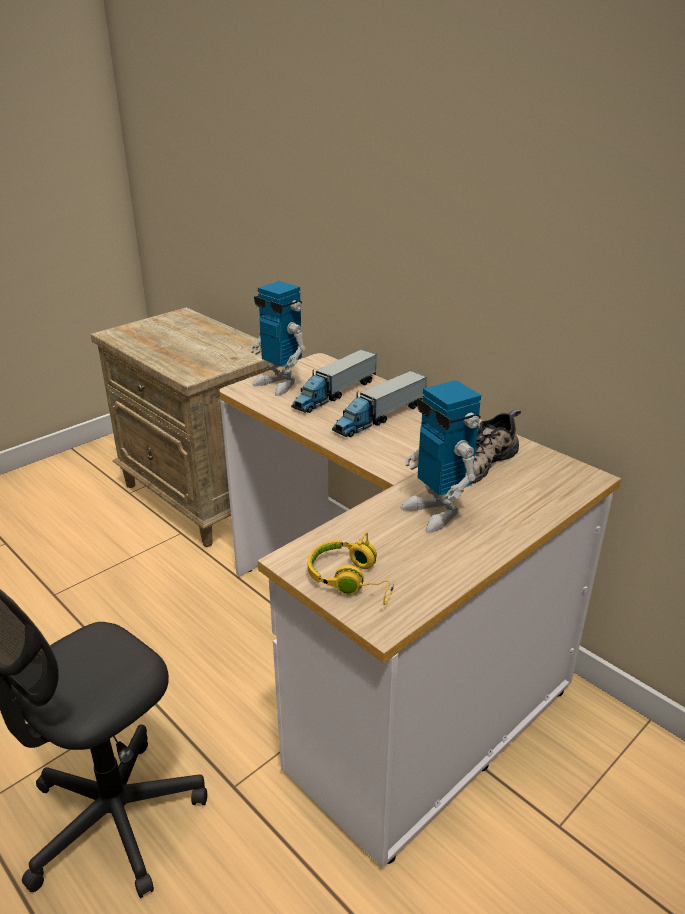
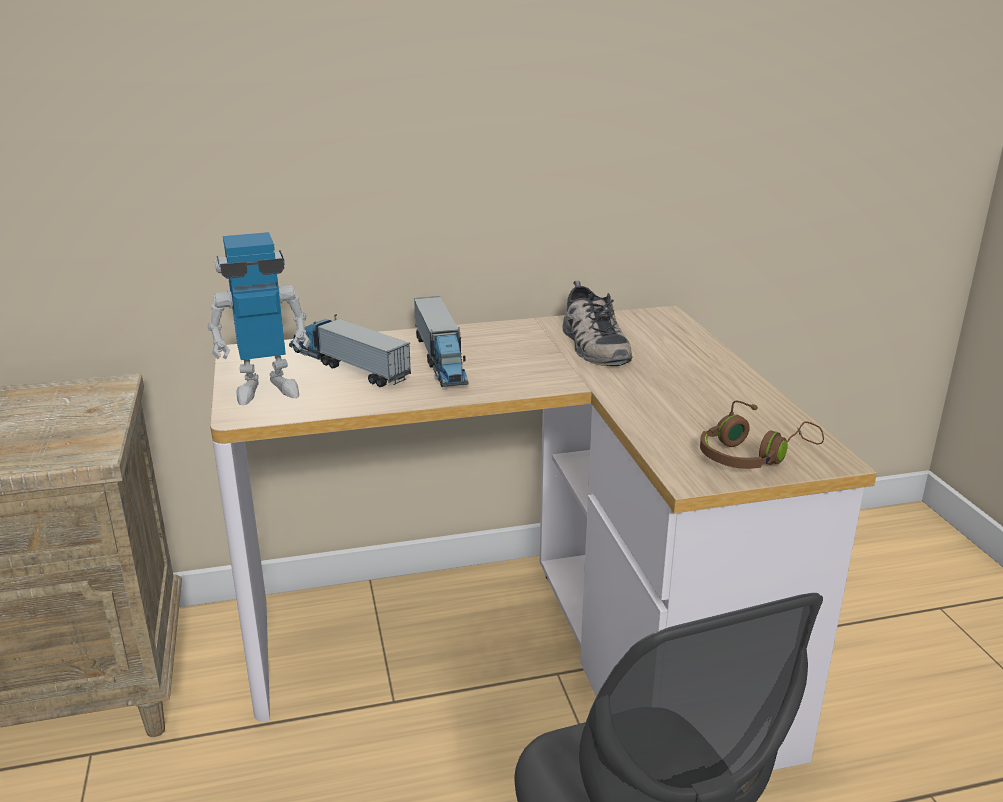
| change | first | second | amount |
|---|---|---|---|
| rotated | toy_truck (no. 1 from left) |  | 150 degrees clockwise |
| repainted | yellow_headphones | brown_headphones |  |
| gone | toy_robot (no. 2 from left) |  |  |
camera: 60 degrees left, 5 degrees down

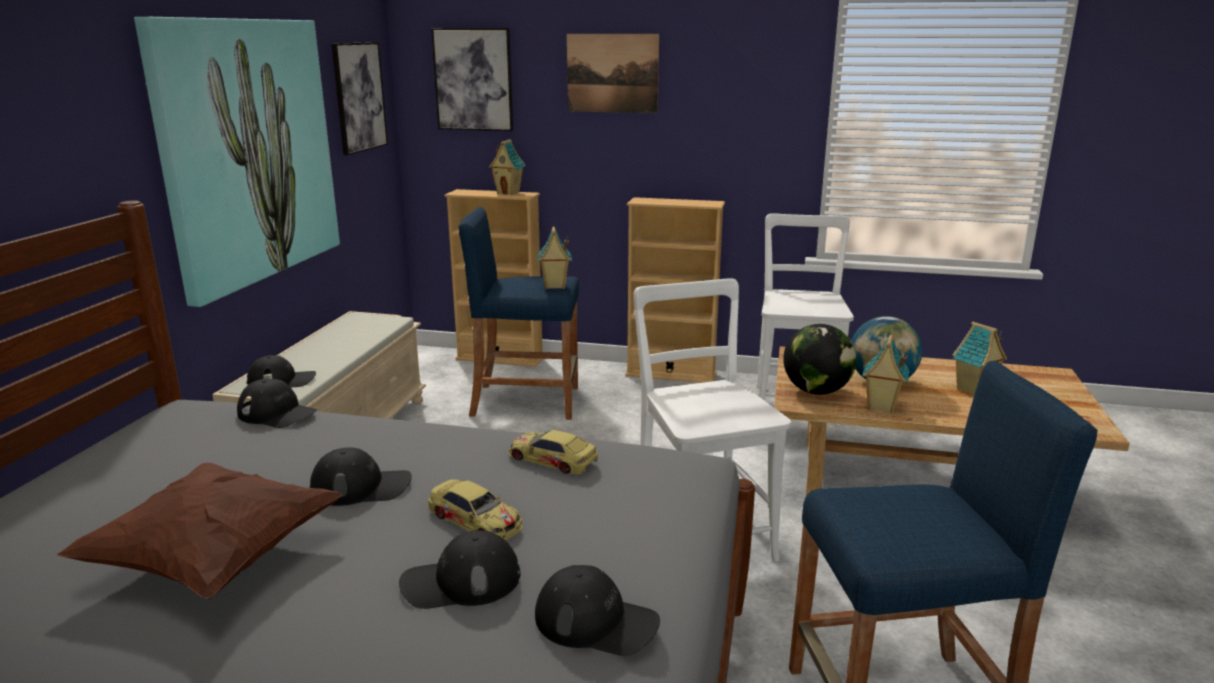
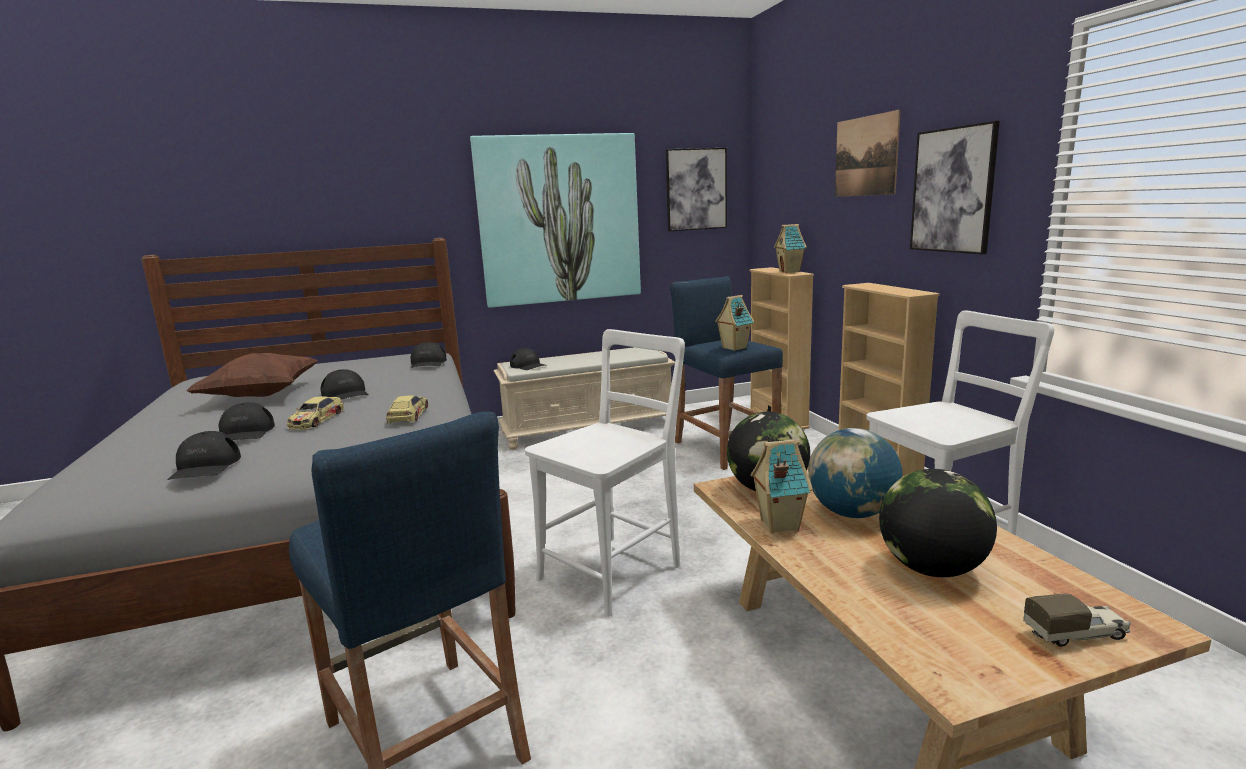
| change | first | second | amount |
|---|---|---|---|
| rotated | black_cap (no. 4 from left in the first image) | black_cap (no. 2 from left) | 150 degrees counterclockwise |
| shifted | picture (no. 3 from left in the first image) | picture (no. 4 from left) |  |
| swapped | toy_house (no. 4 from left) | globe (no. 3 from left) |  |
| new |  | toy_truck |  |
camera: 60 degrees right, 5 degrees down

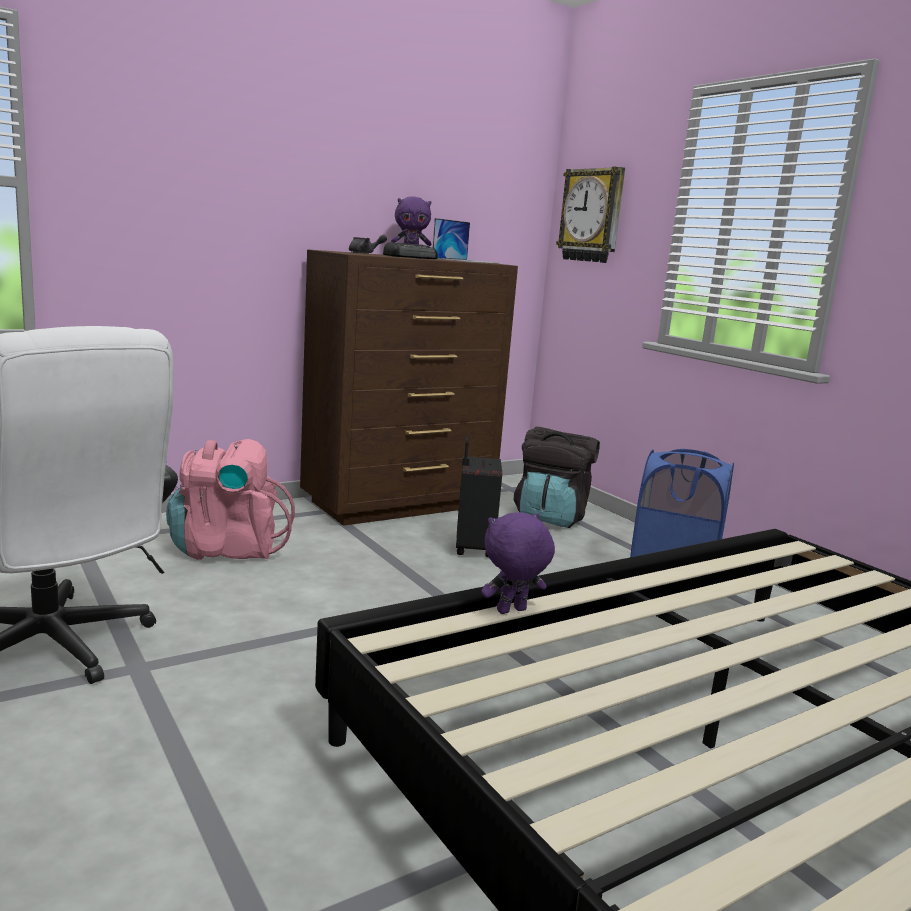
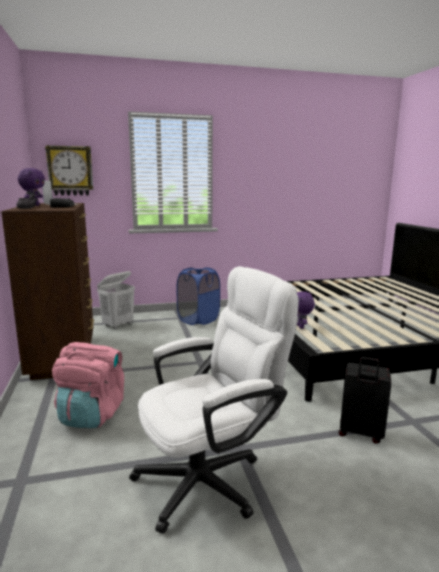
| change | first | second | amount |
|---|---|---|---|
| shifted | black_suitcase |  |  |
| swapped | black_backpack | white_laundry_basket |  |
camera: 70 degrees left, 0 degrees up

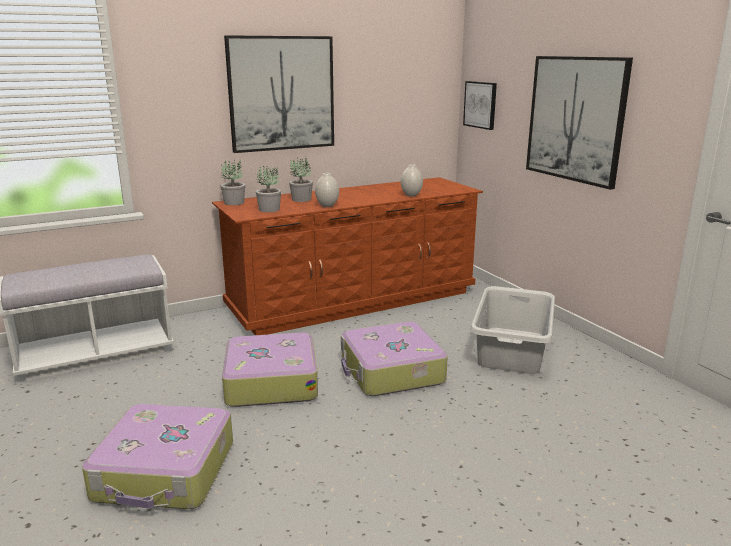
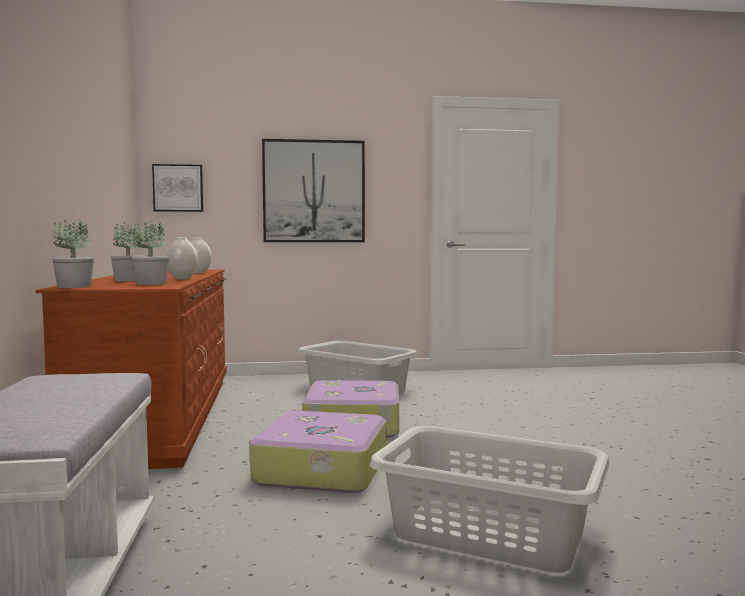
| change | first | second | amount |
|---|---|---|---|
| swapped | suitcase (no. 1 from left) | grey_laundry_basket (no. 2 from left) |  |
| gone | picture (no. 1 from left) |  |  |
camera: 70 degrees left, 15 degrees down

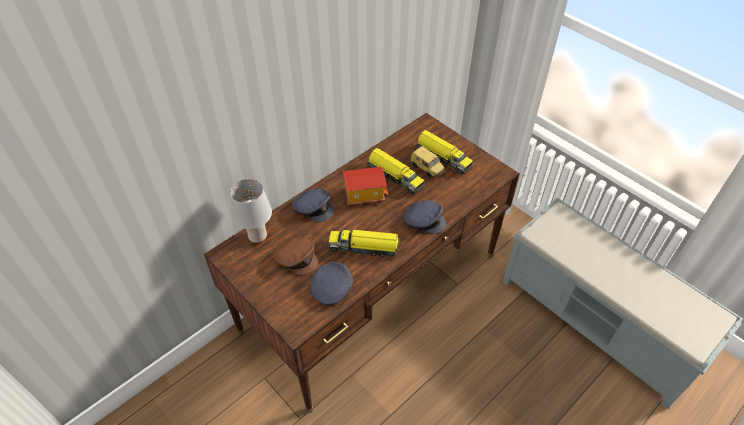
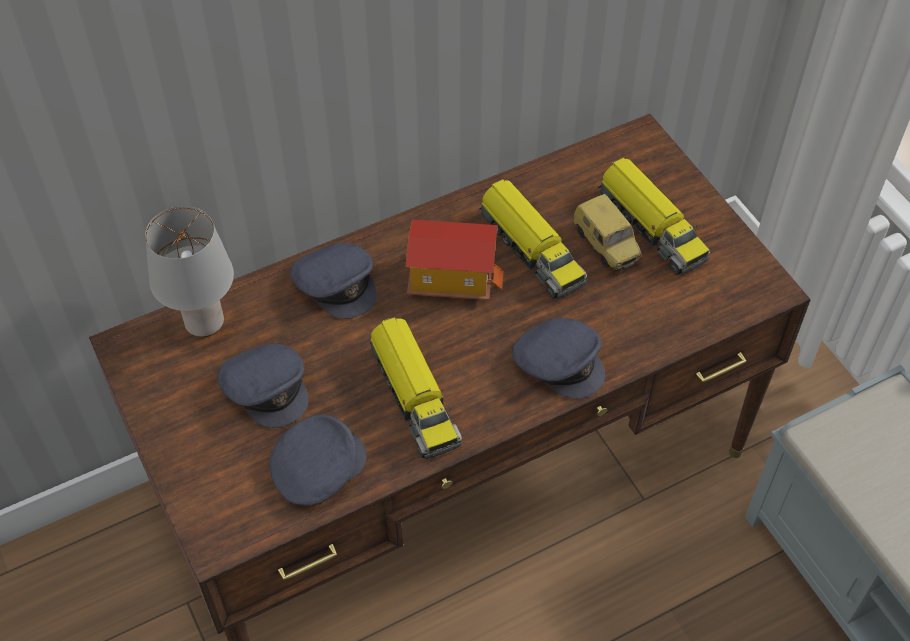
| change | first | second | amount |
|---|---|---|---|
| repainted | brown_cap | grey_cap (no. 1 from left) |  |
| rotated | toy_truck (no. 1 from left) |  | 135 degrees counterclockwise |
camera: 15 degrees right, 5 degrees up

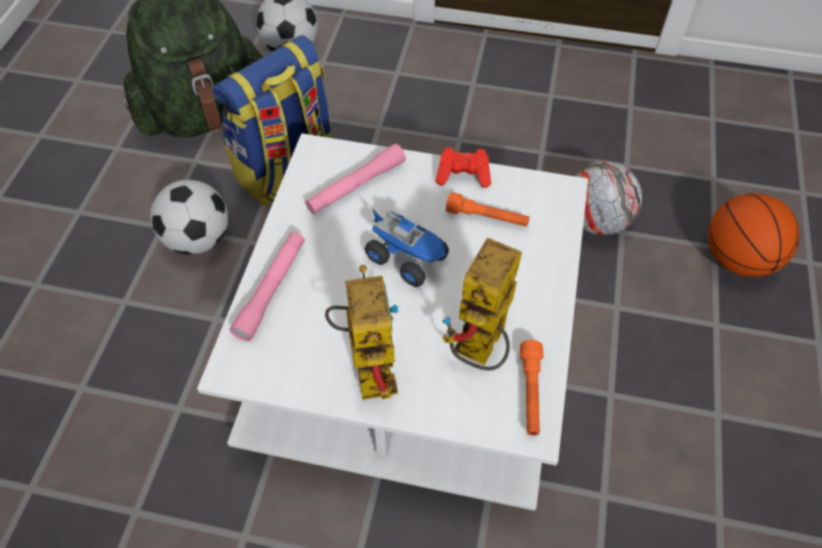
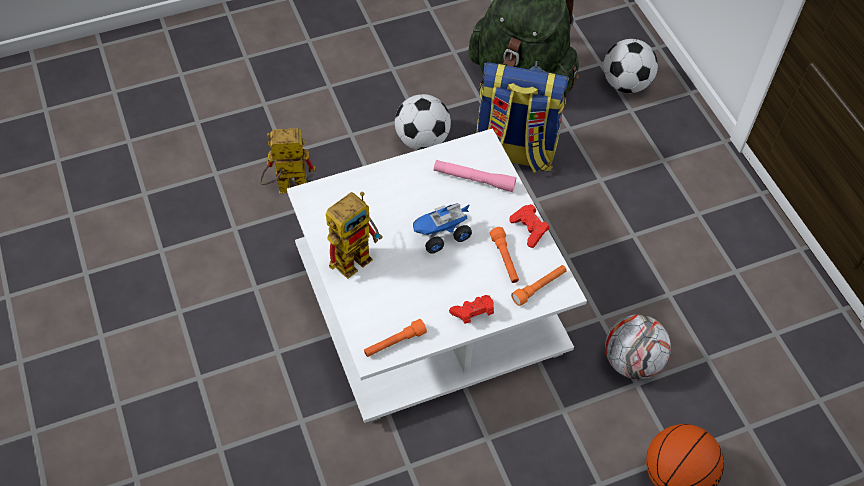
| change | first | second | amount |
|---|---|---|---|
| gone | pink_flashlight (no. 1 from left) |  |  |
| rotated | toy_truck |  | 60 degrees clockwise |
| shifted | toy_robot (no. 2 from left in the first image) | toy_robot (no. 1 from left) |  |
| new |  | red_game_controller (no. 1 from left) |  |
| new |  | orange_flashlight (no. 3 from left) |  |
camera: 55 degrees right, 0 degrees up

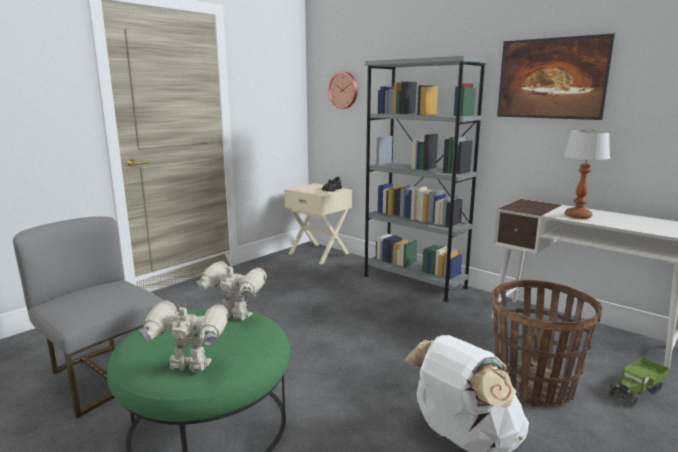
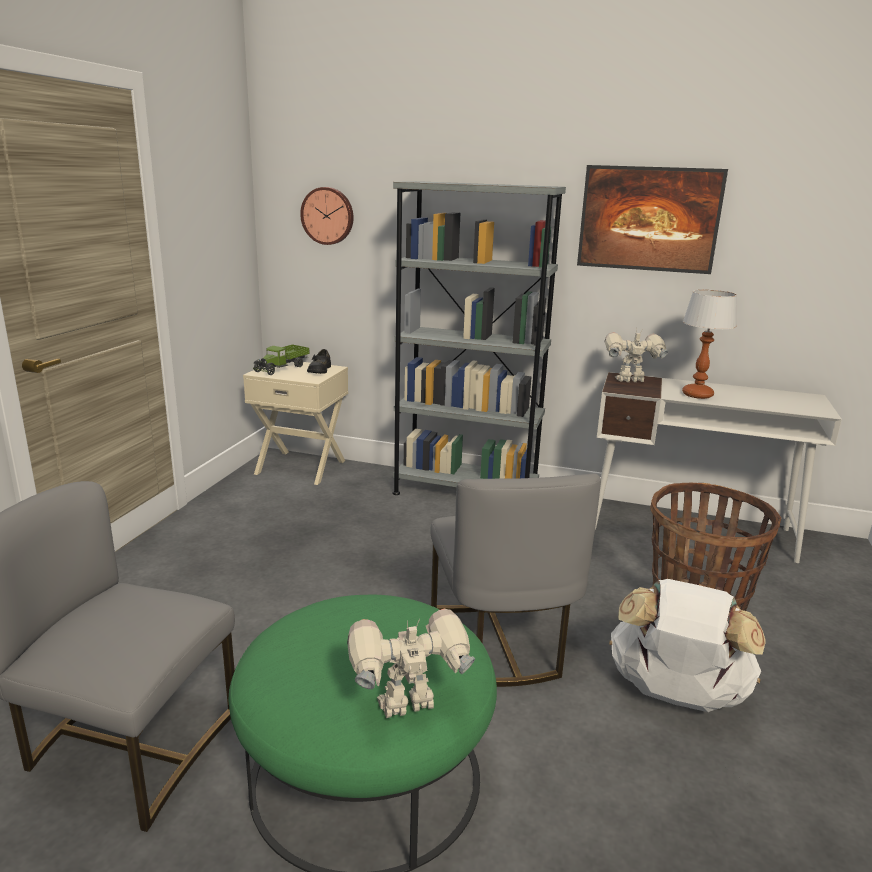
| change | first | second | amount |
|---|---|---|---|
| shifted | toy_robot (no. 2 from left) |  |  |
| shifted | toy_truck |  |  |
| new |  | grey_chair (no. 2 from left) |  |
camera: 25 degrees left, 5 degrees up

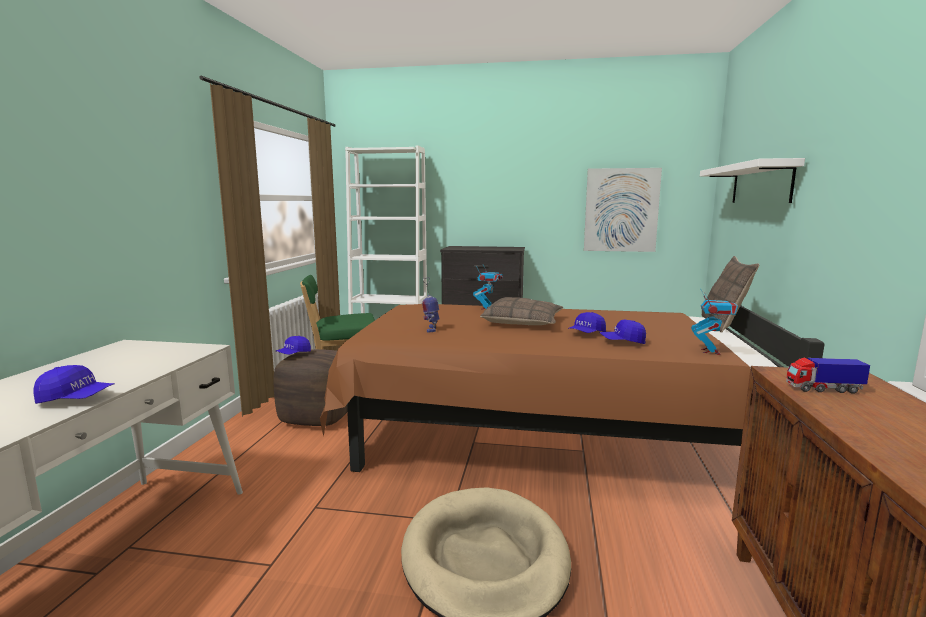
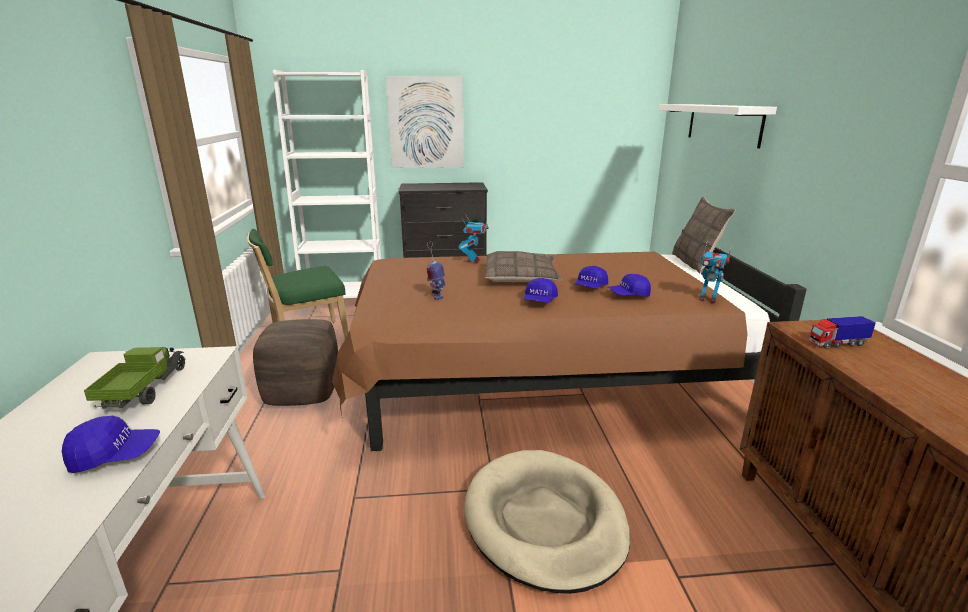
| change | first | second | amount |
|---|---|---|---|
| shifted | blue_cap (no. 2 from left) |  |  |
| shifted | picture |  |  |
| rotated | toy_robot (no. 3 from left) |  | 120 degrees clockwise |
| new |  | toy_truck (no. 1 from left) |  |
camera: 15 degrees left, 10 degrees up

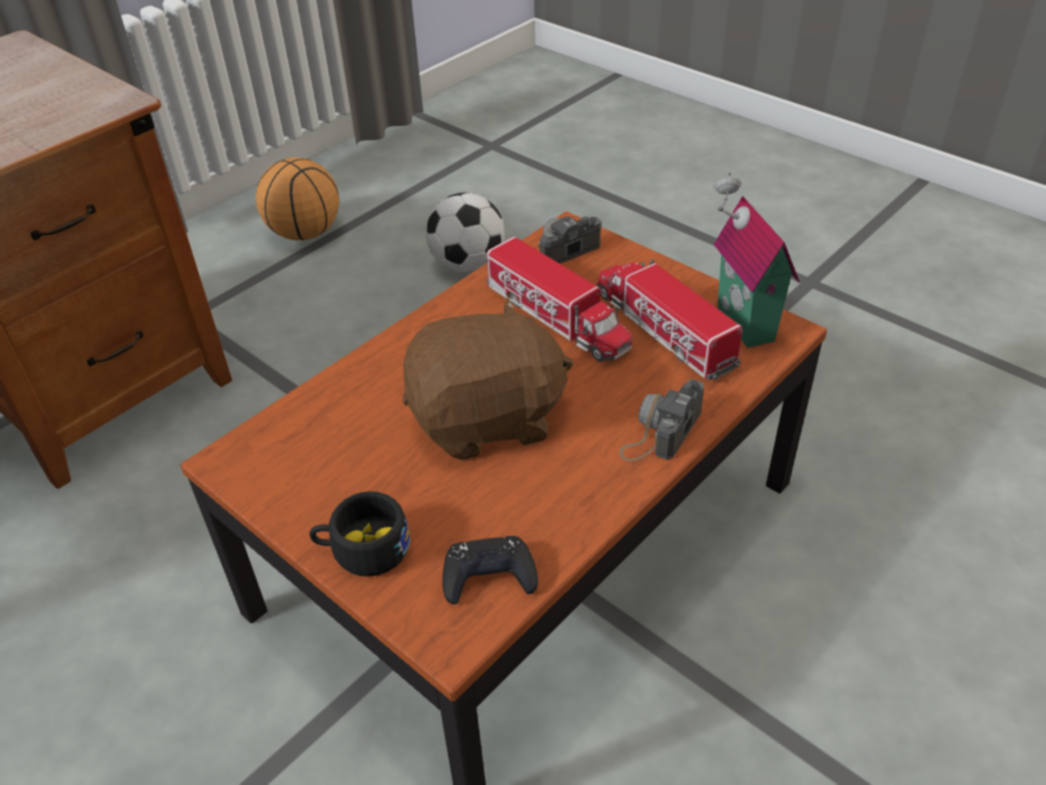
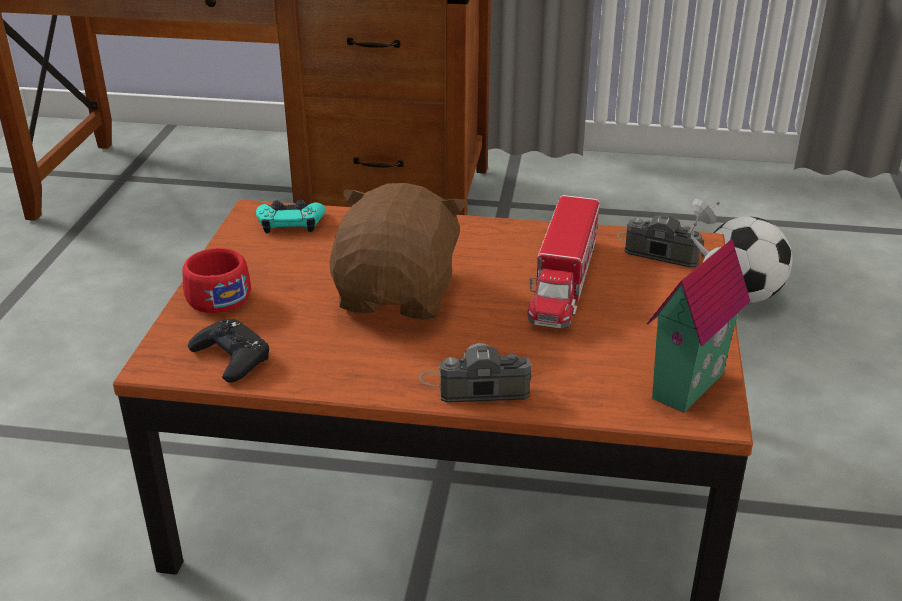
| change | first | second | amount |
|---|---|---|---|
| gone | basketball |  |  |
| repainted | black_cup | red_cup |  |
| rotated | brown_plush_toy |  | 120 degrees counterclockwise |
| gone | toy_truck (no. 2 from left) |  |  |
| new |  | turquoise_game_controller |  |
camera: 55 degrees right, 10 degrees down

